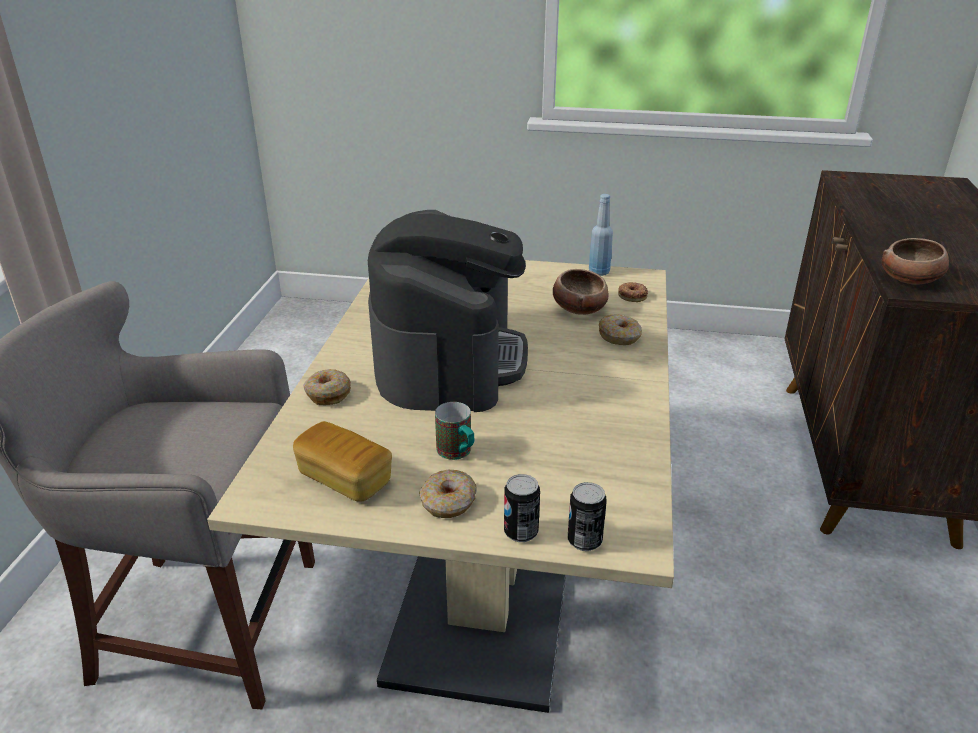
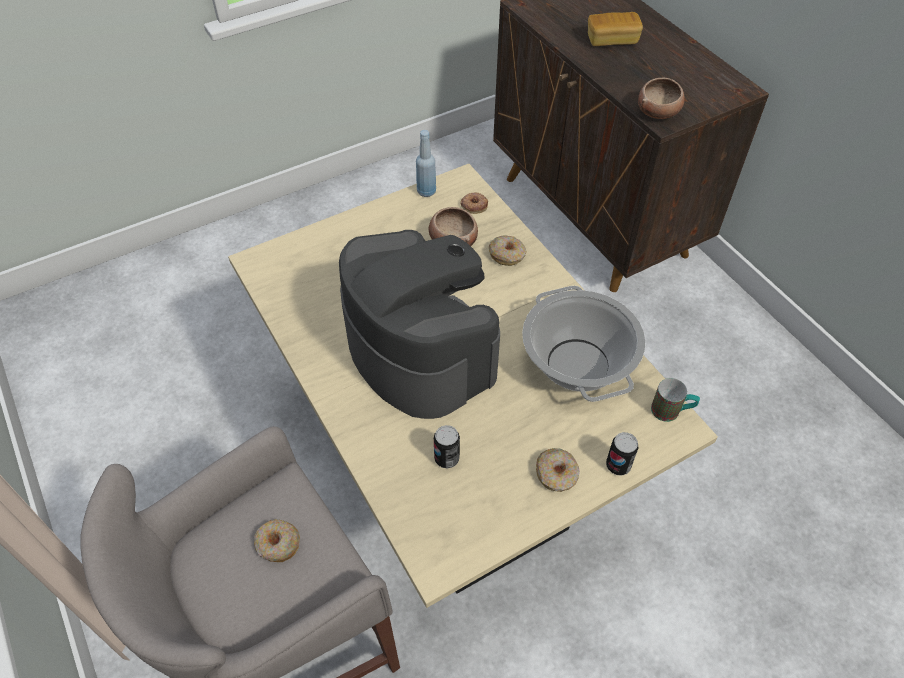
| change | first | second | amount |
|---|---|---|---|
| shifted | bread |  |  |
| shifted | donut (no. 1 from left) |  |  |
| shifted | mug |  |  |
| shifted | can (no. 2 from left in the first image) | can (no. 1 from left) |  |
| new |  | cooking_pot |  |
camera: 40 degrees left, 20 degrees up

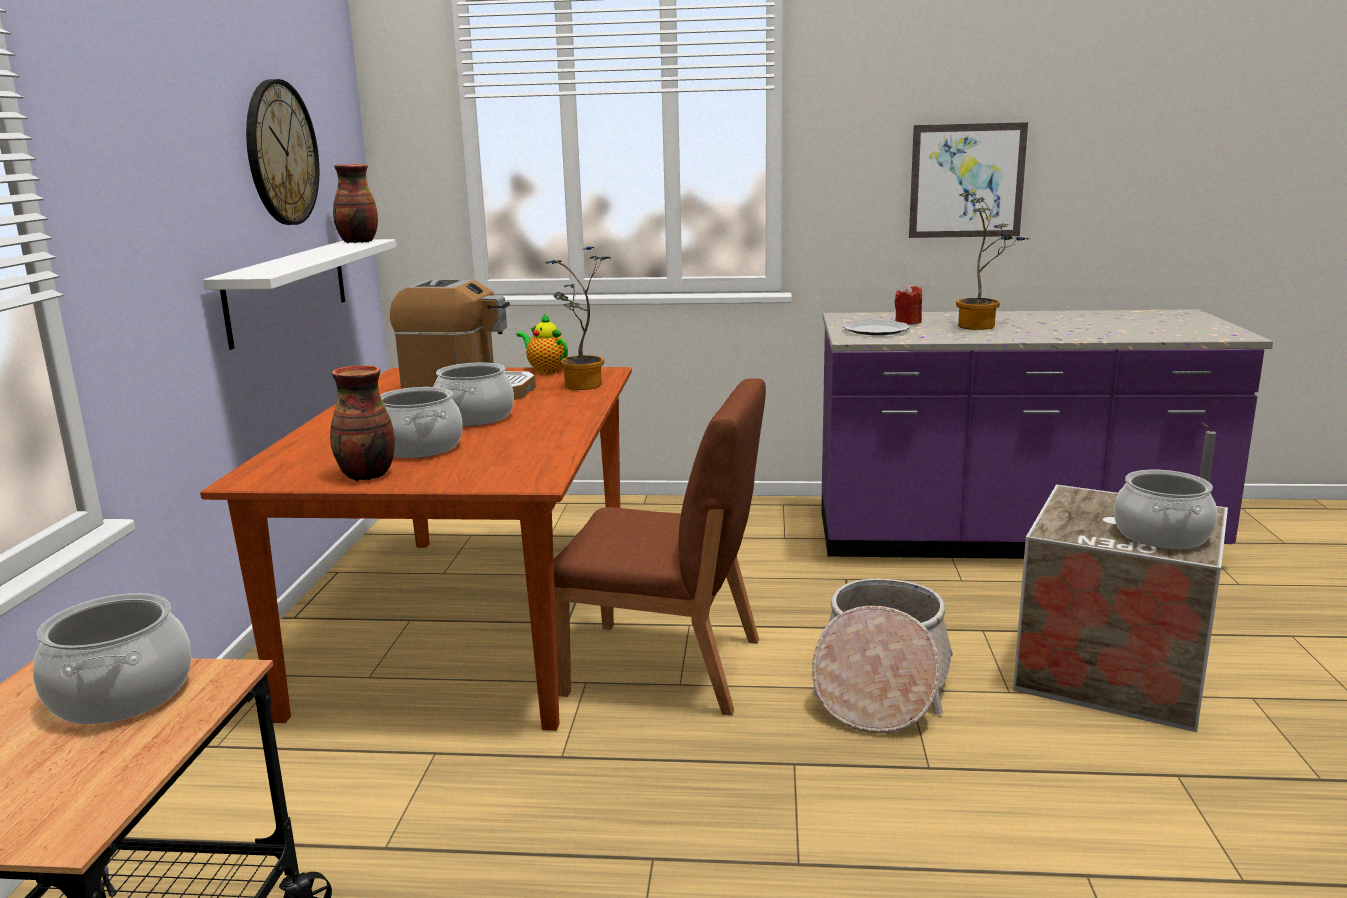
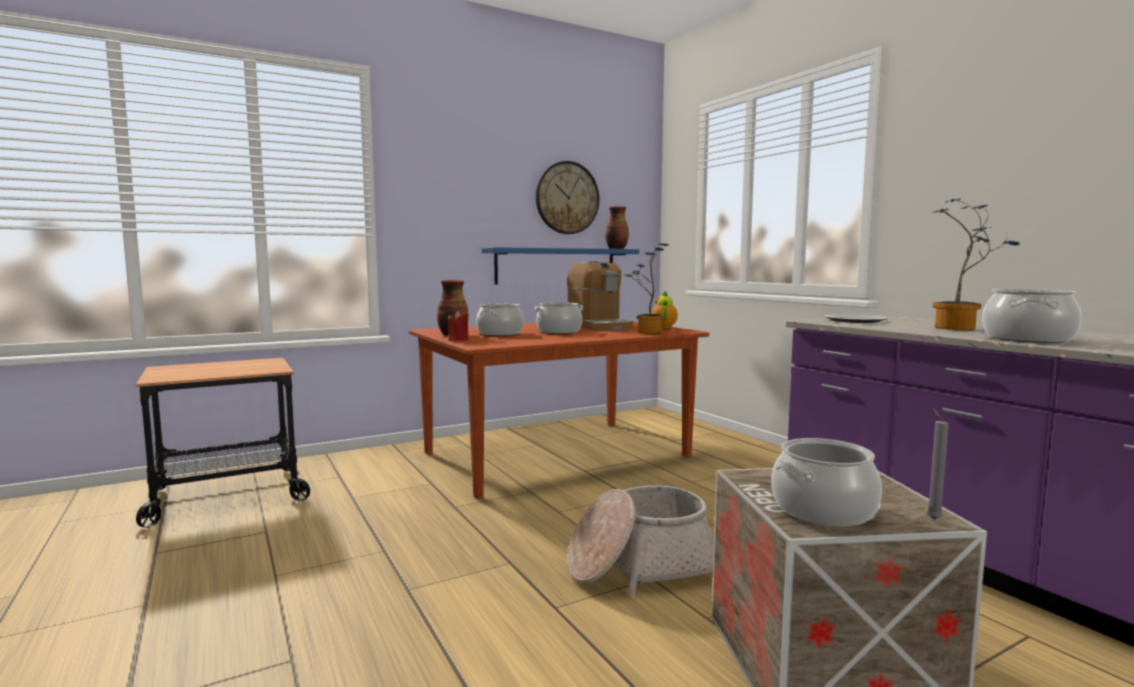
| change | first | second | amount |
|---|---|---|---|
| shifted | cooking_pot (no. 1 from left in the first image) | cooking_pot (no. 4 from left) |  |
| repainted | white_shelf | blue_shelf |  |
| gone | brown_chair |  |  |
| shifted | red_candle |  |  |
| gone | picture |  |  |
camera: 55 degrees right, 10 degrees down

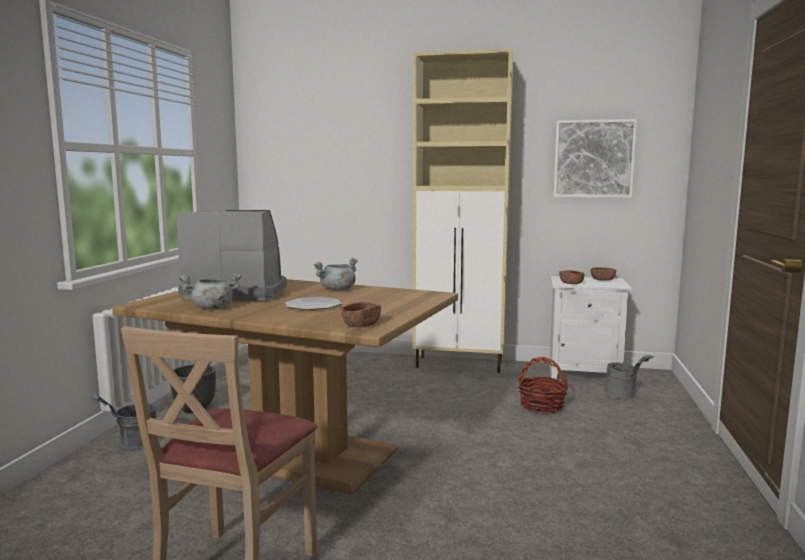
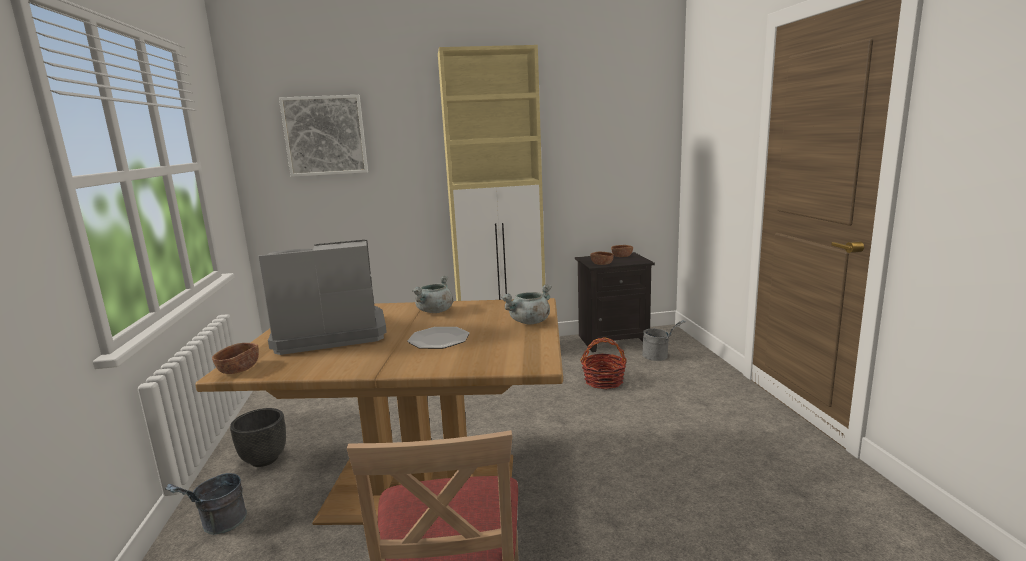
| change | first | second | amount |
|---|---|---|---|
| shifted | grey_cooking_pot (no. 1 from left in the first image) | grey_cooking_pot (no. 2 from left) |  |
| shifted | brown_bowl (no. 1 from left) |  |  |
| repainted | white_nightstand | black_nightstand |  |
| shifted | picture |  |  |
camera: 20 degrees left, 5 degrees up

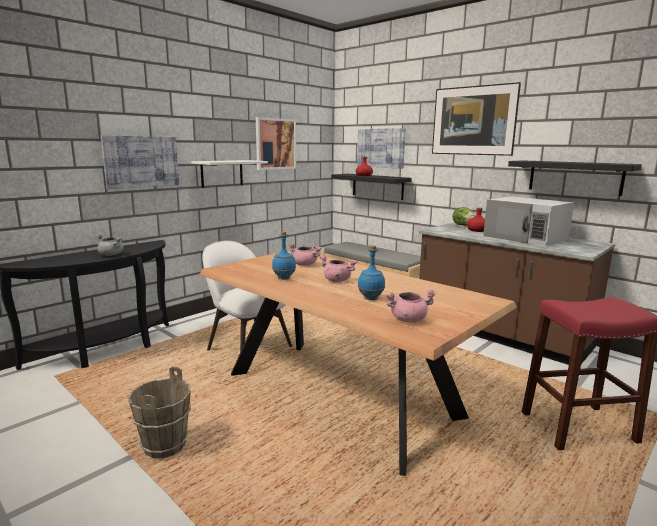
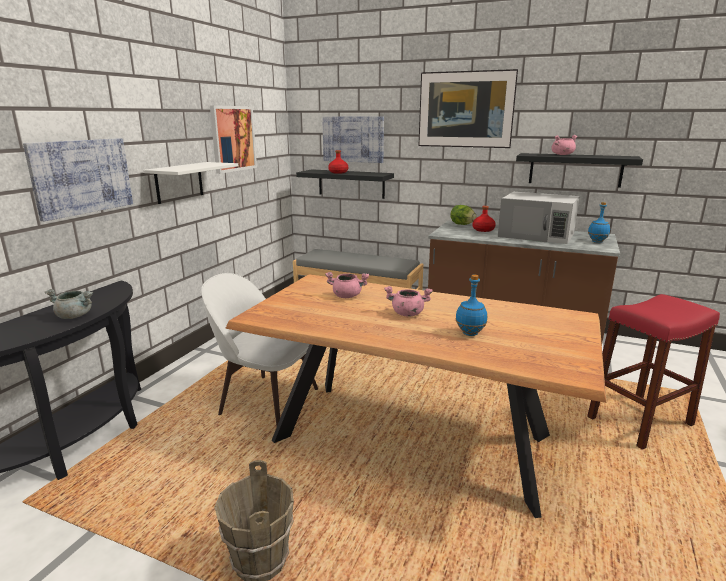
| change | first | second | amount |
|---|---|---|---|
| shifted | blue_bottle (no. 1 from left in the first image) | blue_bottle (no. 2 from left) |  |
| shifted | pink_cooking_pot (no. 3 from left) |  |  |
camera: 20 degrees left, 5 degrees up

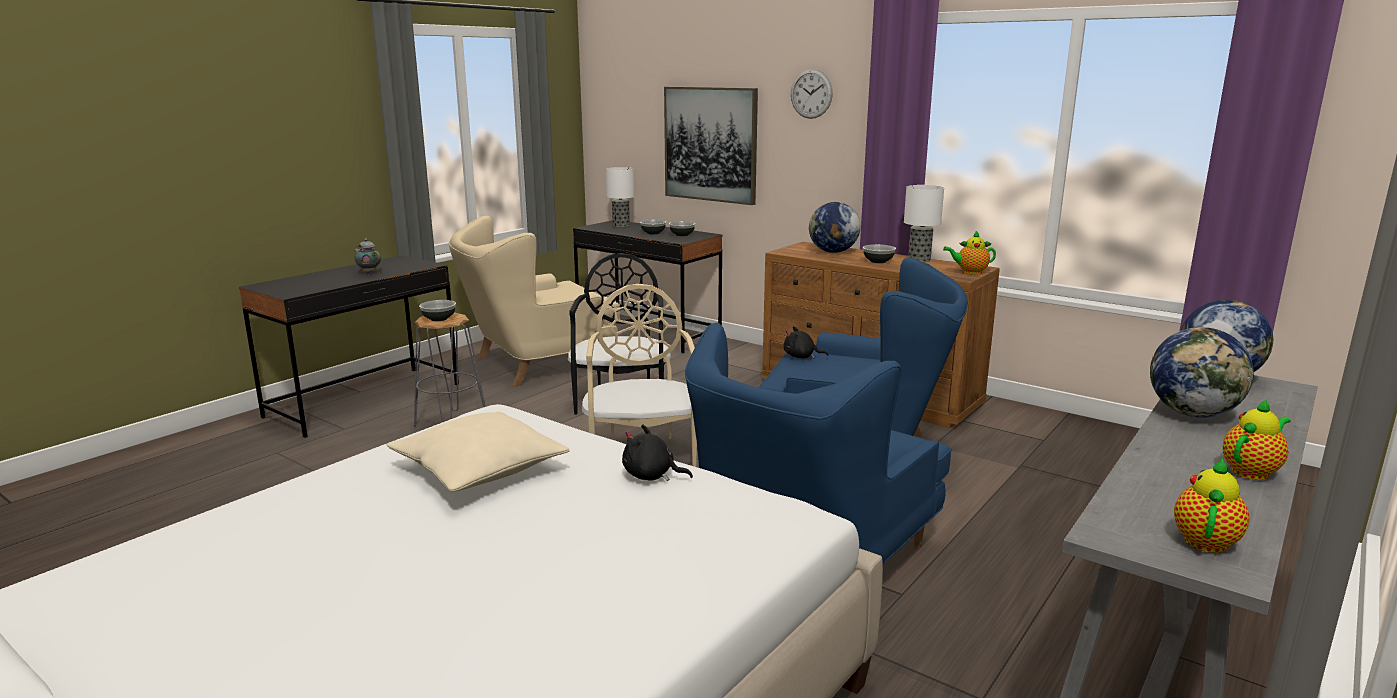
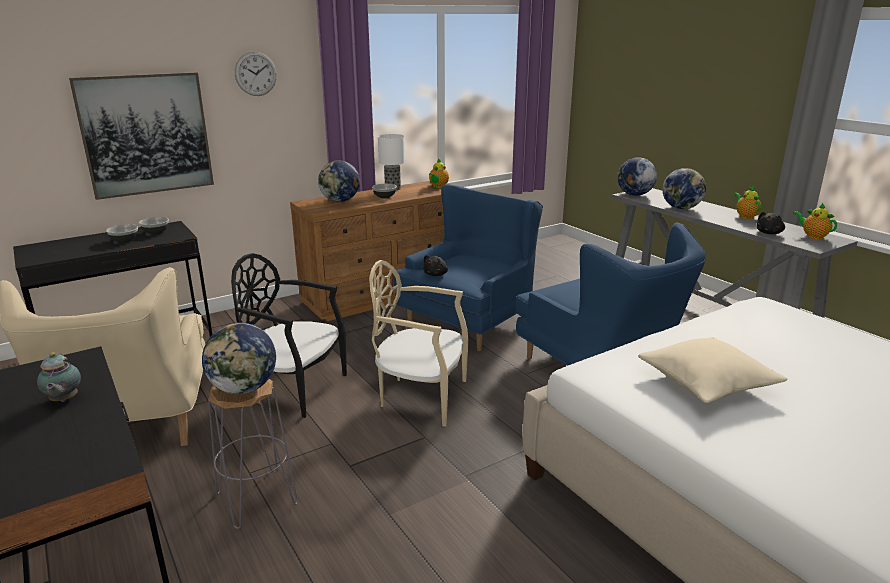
| change | first | second | amount |
|---|---|---|---|
| rotated | teapot (no. 1 from left) |  | 75 degrees counterclockwise |
| swapped | bowl (no. 1 from left) | globe (no. 1 from left) |  |
| gone | table_lamp (no. 1 from left) |  |  |
| shifted | black_plush_toy (no. 1 from left in the first image) | black_plush_toy (no. 2 from left) |  |
camera: 70 degrees left, 5 degrees up

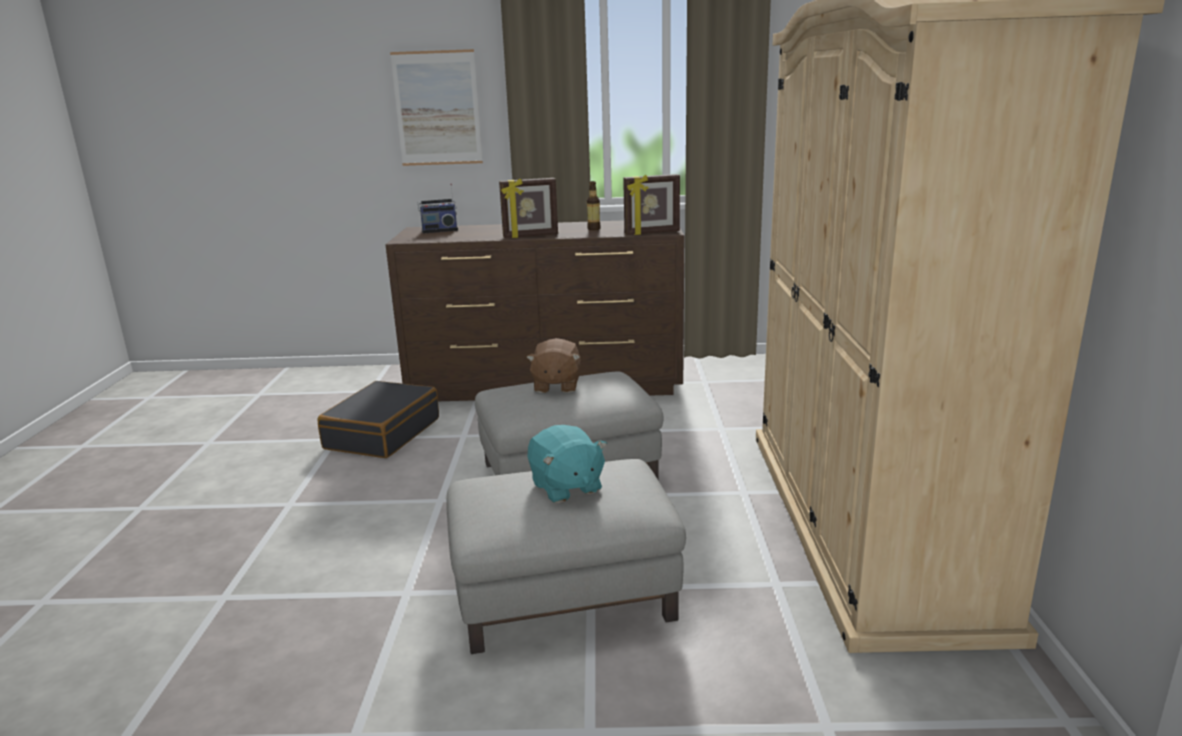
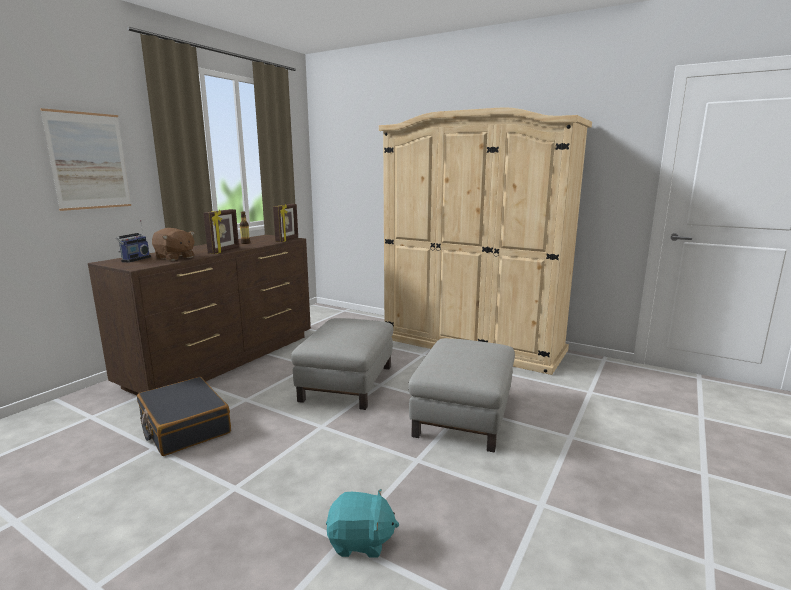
| change | first | second | amount |
|---|---|---|---|
| shifted | brown_plush_toy |  |  |
| shifted | turquoise_plush_toy |  |  |
camera: 60 degrees left, 5 degrees down

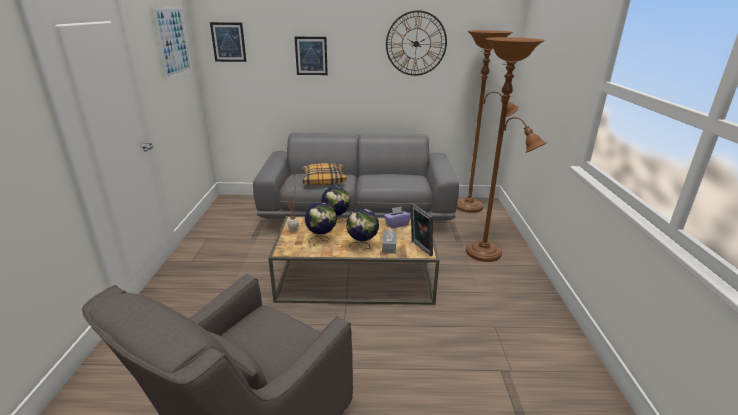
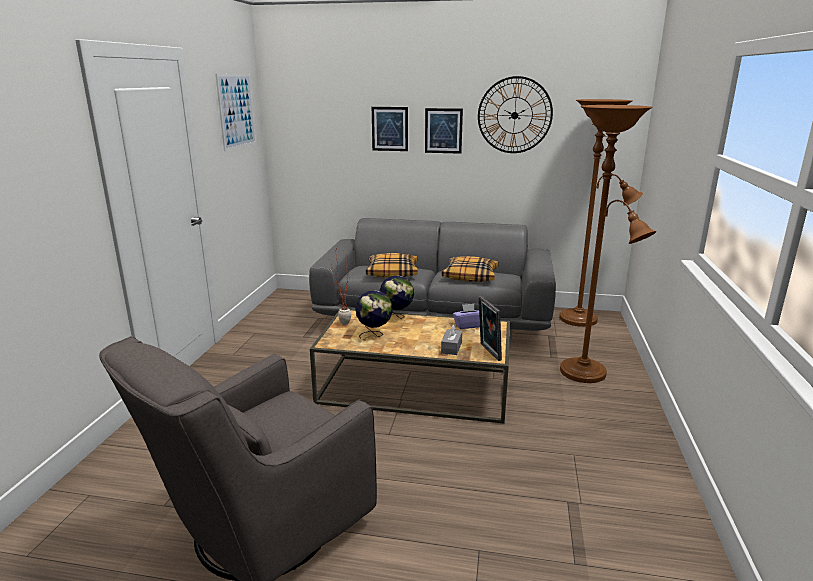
| change | first | second | amount |
|---|---|---|---|
| shifted | picture (no. 2 from left in the first image) | picture (no. 3 from left) |  |
| gone | globe (no. 3 from left) |  |  |
| new |  | pillow (no. 2 from left) |  |
camera: 10 degrees right, 5 degrees down

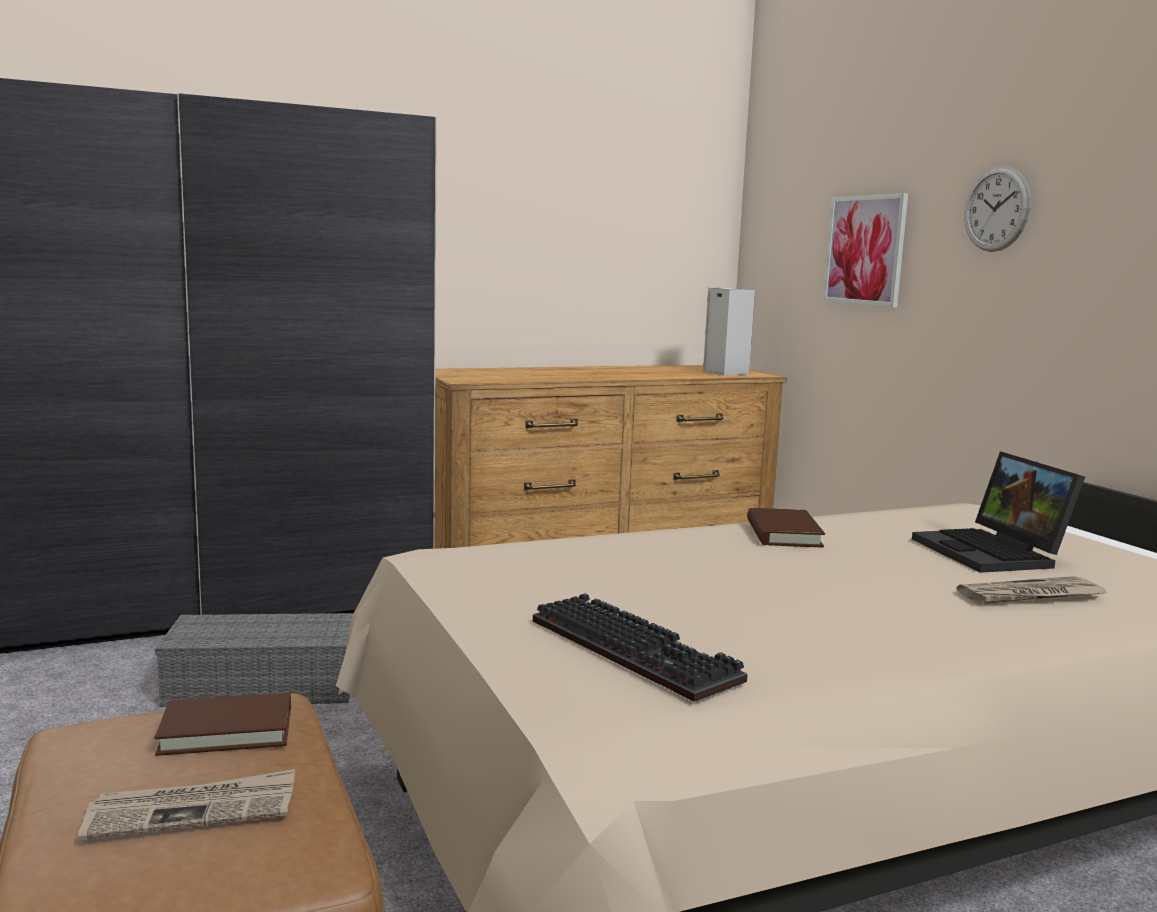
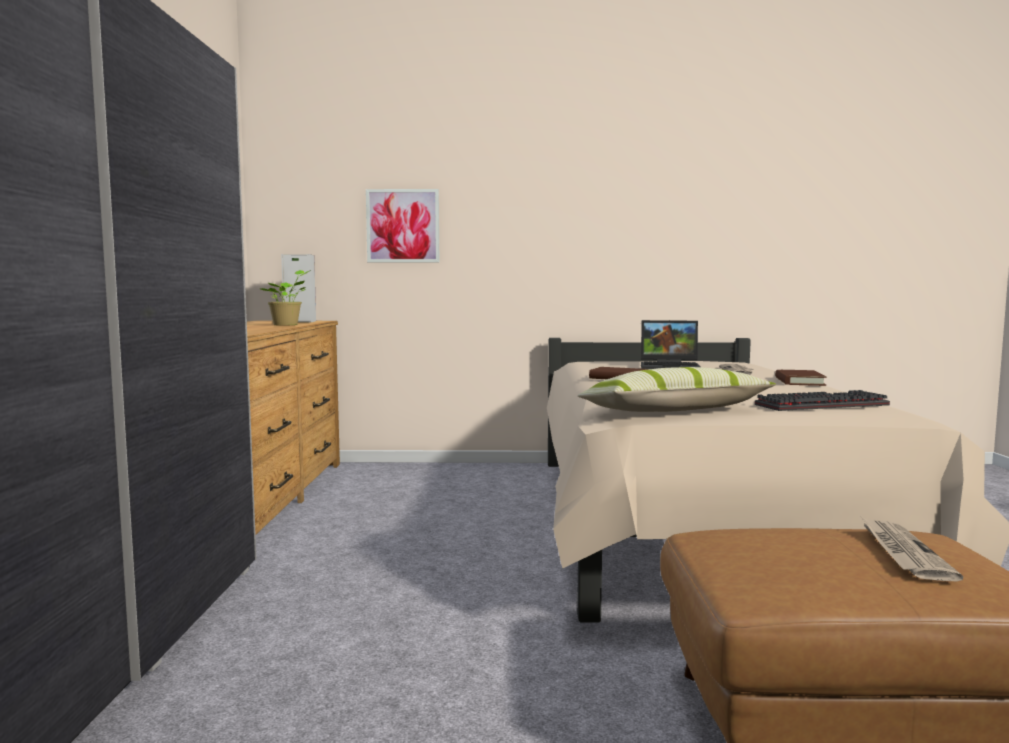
| change | first | second | amount |
|---|---|---|---|
| shifted | brown_book (no. 1 from left in the first image) | brown_book (no. 2 from left) |  |
| gone | grey_storage_box |  |  |
| gone | wall_clock |  |  |
| new |  | potted_plant |  |
| new |  | pillow |  |
camera: 65 degrees left, 5 degrees down

